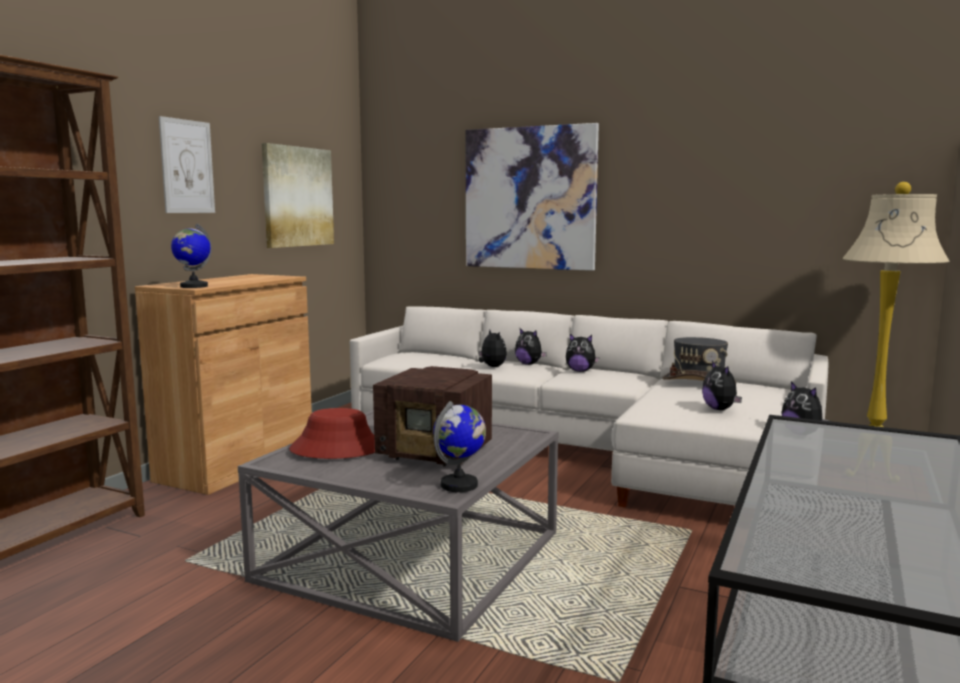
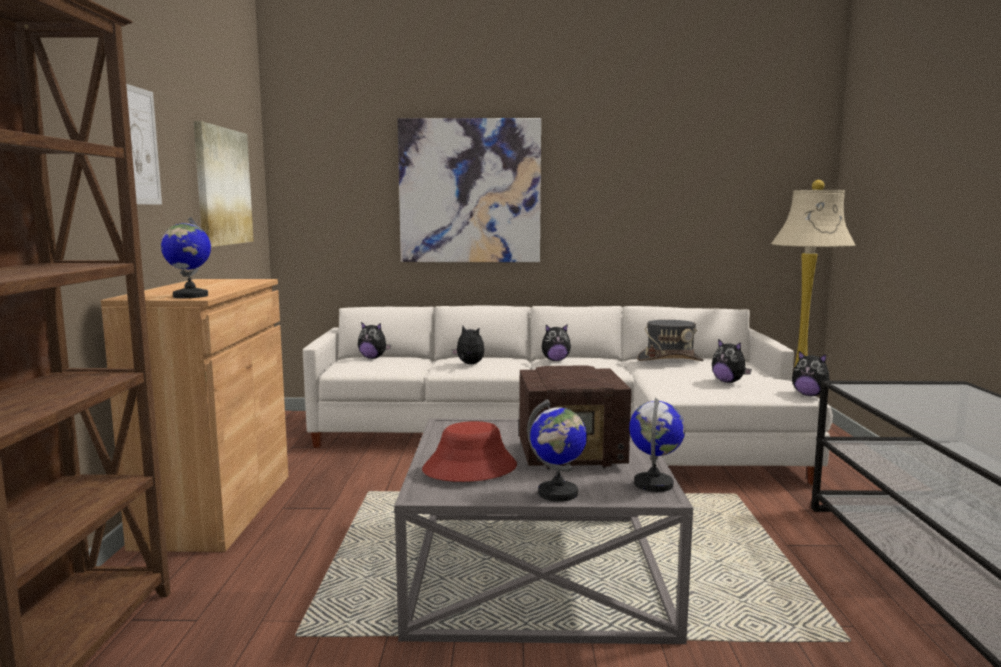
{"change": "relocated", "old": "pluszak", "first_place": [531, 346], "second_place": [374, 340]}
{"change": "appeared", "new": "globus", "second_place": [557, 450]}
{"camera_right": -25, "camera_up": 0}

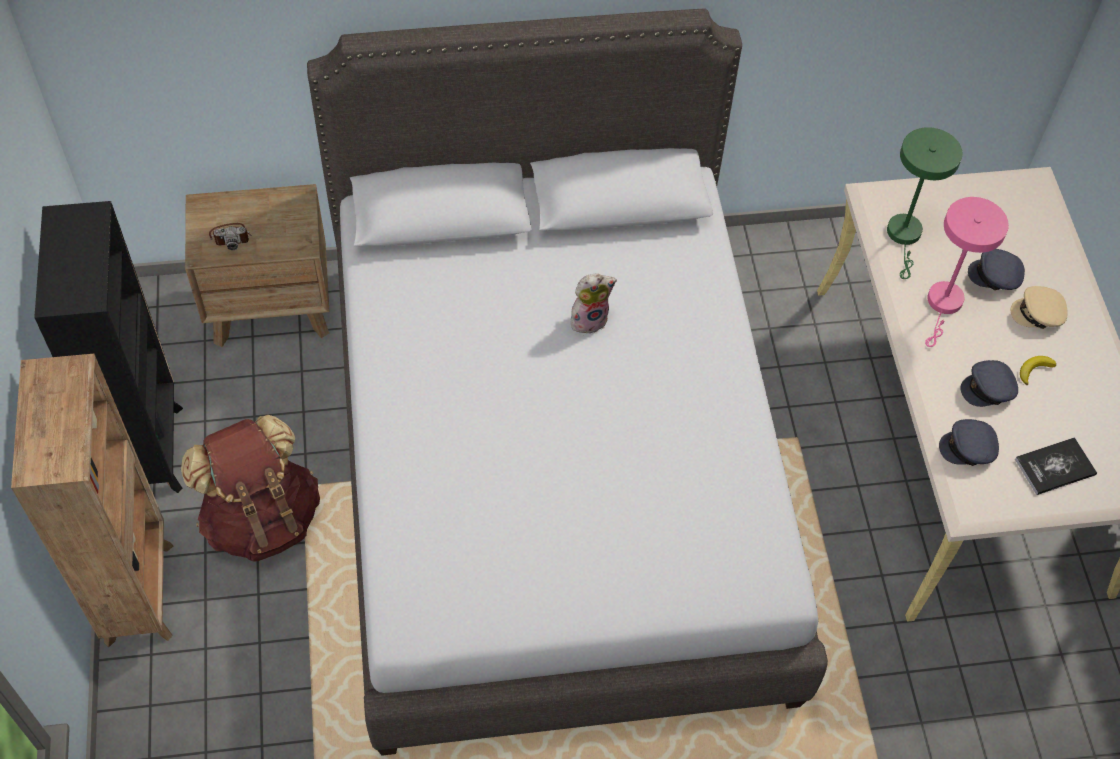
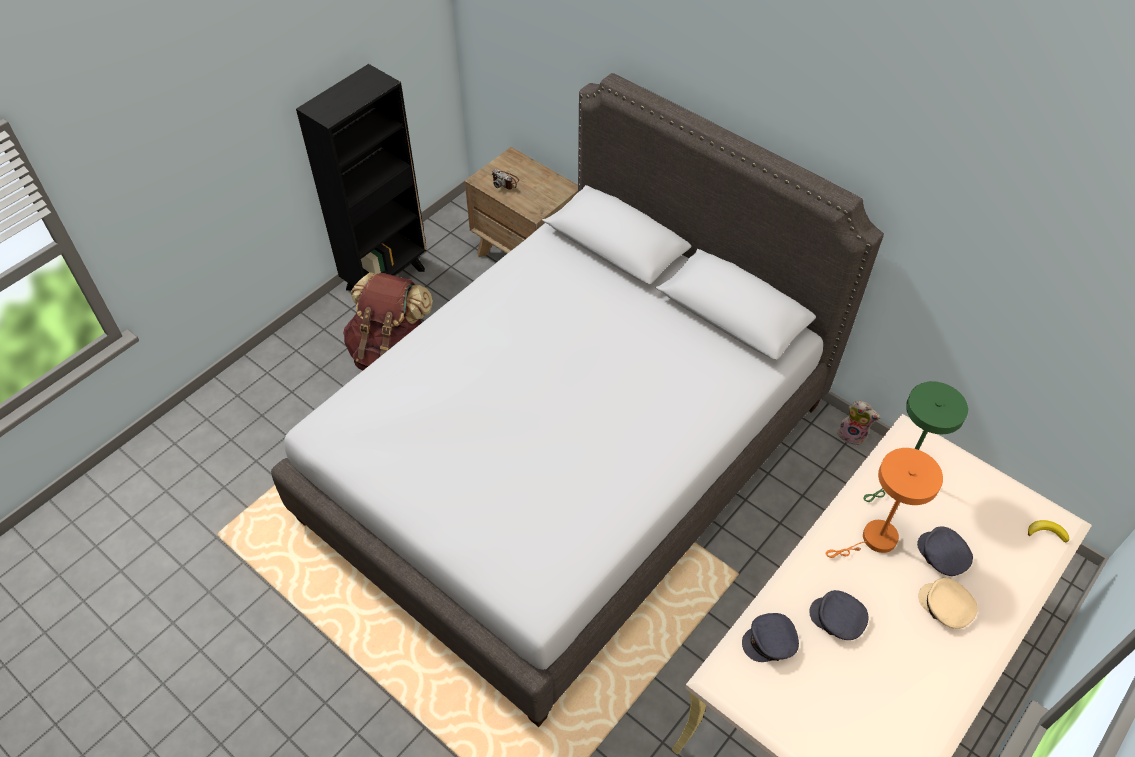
{"change": "missing", "old": "regał/brązowy", "first_place": [92, 500]}
{"change": "relocated", "old": "pluszak", "first_place": [594, 304], "second_place": [857, 423]}
{"change": "colour", "old": "lampa stołowa/różowy", "new": "lampa stołowa/pomarańczowy", "first_place": [967, 272], "second_place": [884, 503]}
{"change": "spun", "old": "czapka z daszkiem/szary", "first_place": [969, 442], "second_place": [770, 637], "degrees": -60}
{"change": "missing", "old": "książka", "first_place": [1056, 466]}
{"change": "relocated", "old": "banan", "first_place": [1038, 370], "second_place": [1048, 531]}
{"camera_right": 50, "camera_up": -5}

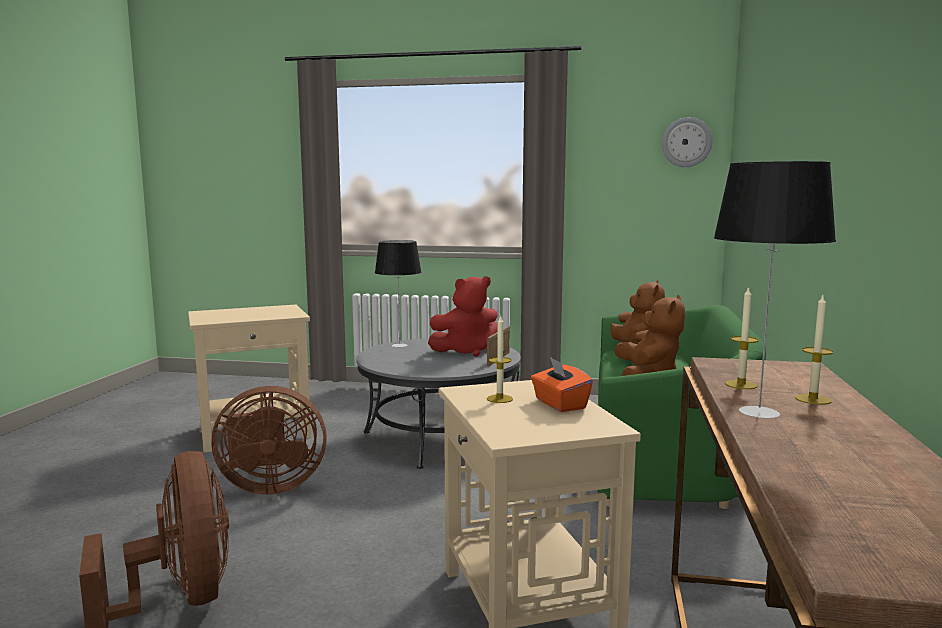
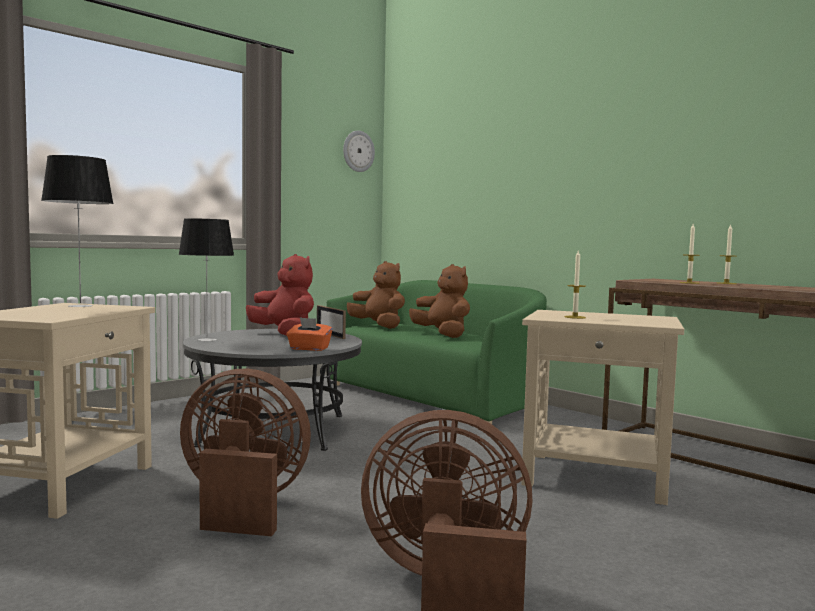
{"change": "spun", "old": "wentylator/brązowy", "first_place": [269, 440], "second_place": [245, 452], "degrees": -105}
{"change": "spun", "old": "pluszak/czerwony", "first_place": [463, 316], "second_place": [280, 295], "degrees": -60}
{"change": "relocated", "old": "pudełko chusteczek/pomarańczowy", "first_place": [562, 384], "second_place": [309, 334]}
{"change": "relocated", "old": "lampa stołowa", "first_place": [775, 290], "second_place": [77, 231]}
{"camera_right": -55, "camera_up": -5}

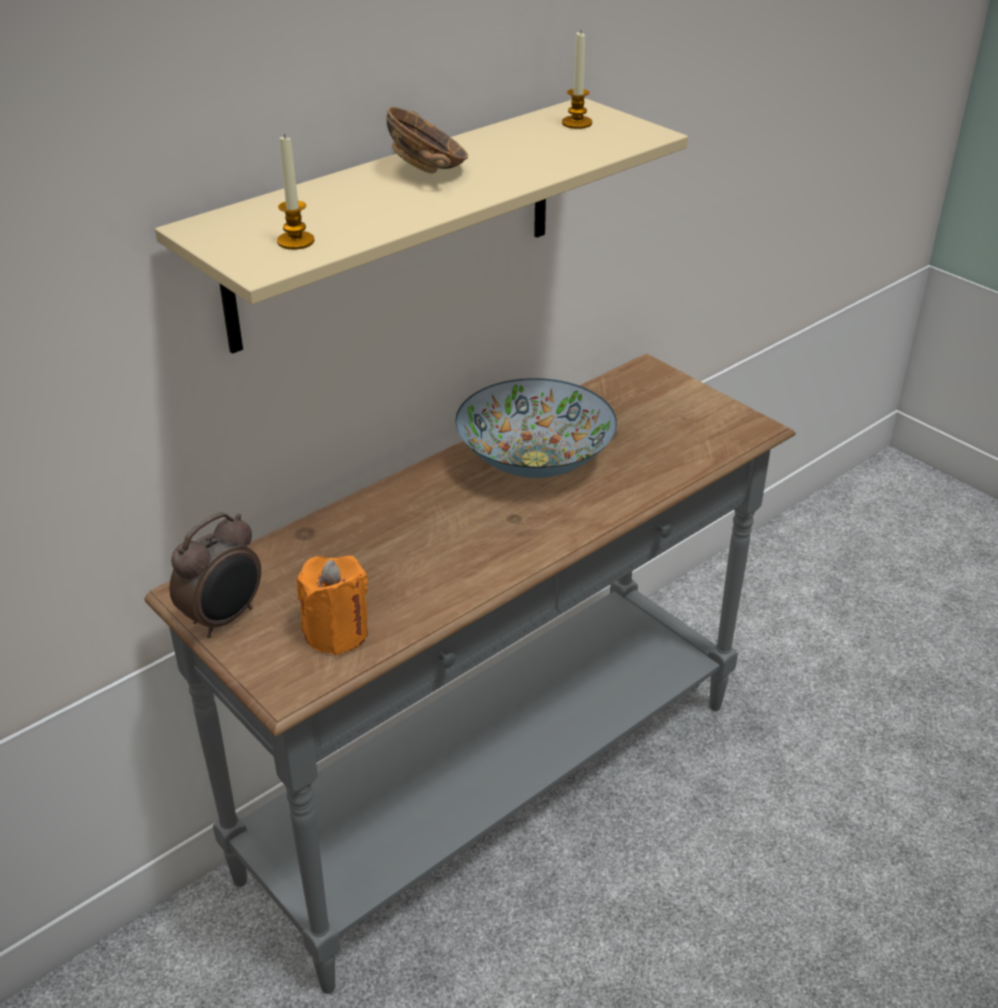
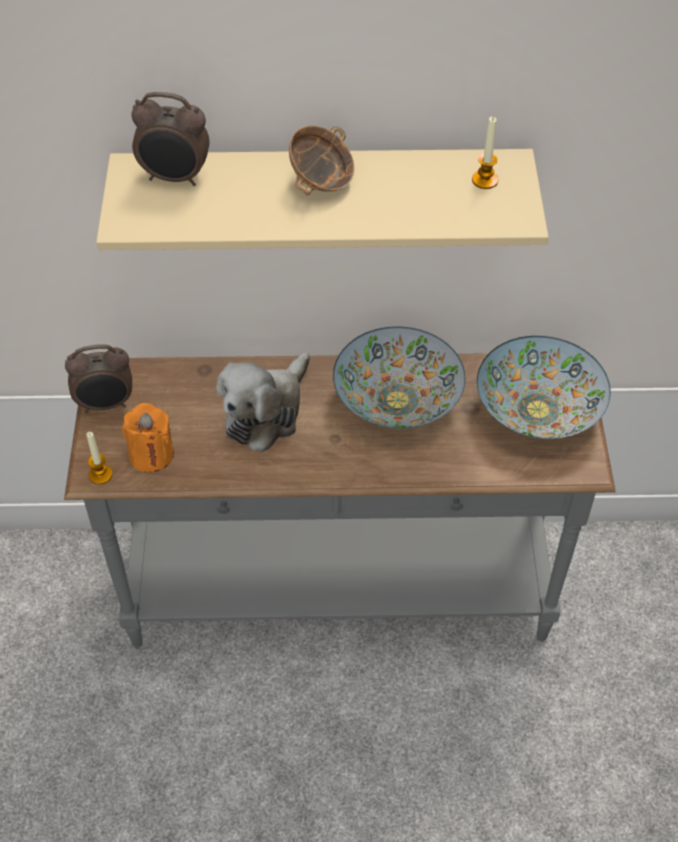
{"change": "relocated", "old": "świeca", "first_place": [295, 192], "second_place": [99, 458]}
{"change": "appeared", "new": "budzik", "second_place": [170, 139]}
{"change": "appeared", "new": "pluszak", "second_place": [263, 402]}
{"change": "appeared", "new": "miska", "second_place": [544, 387]}
{"camera_right": 40, "camera_up": 15}

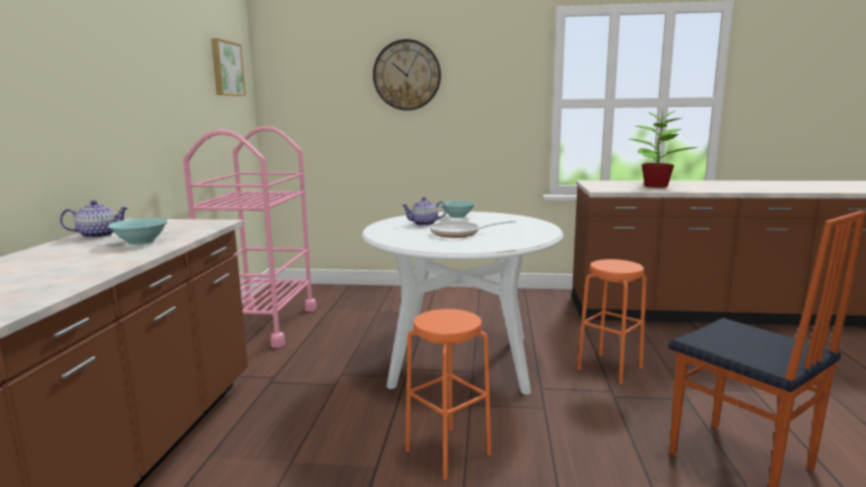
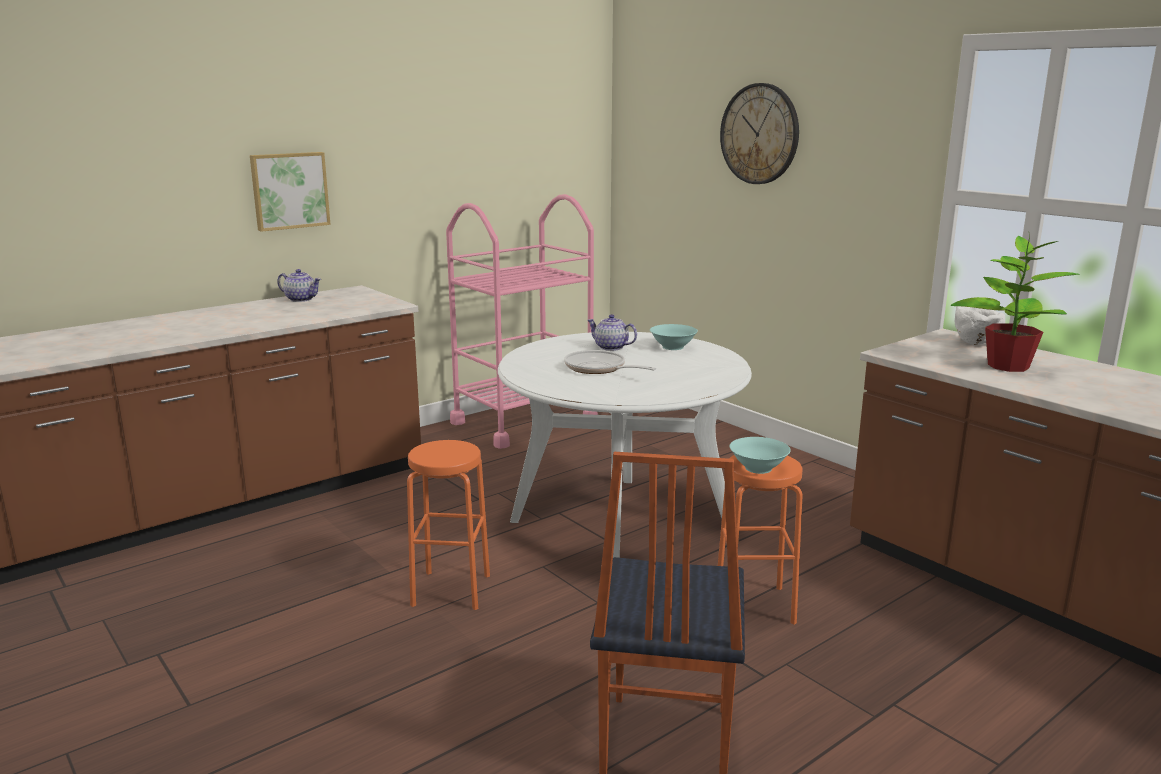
{"change": "relocated", "old": "miska/turkusowy", "first_place": [138, 231], "second_place": [760, 455]}
{"change": "relocated", "old": "obraz", "first_place": [228, 67], "second_place": [290, 192]}
{"change": "appeared", "new": "miska/biały", "second_place": [980, 325]}
{"camera_right": 45, "camera_up": 5}

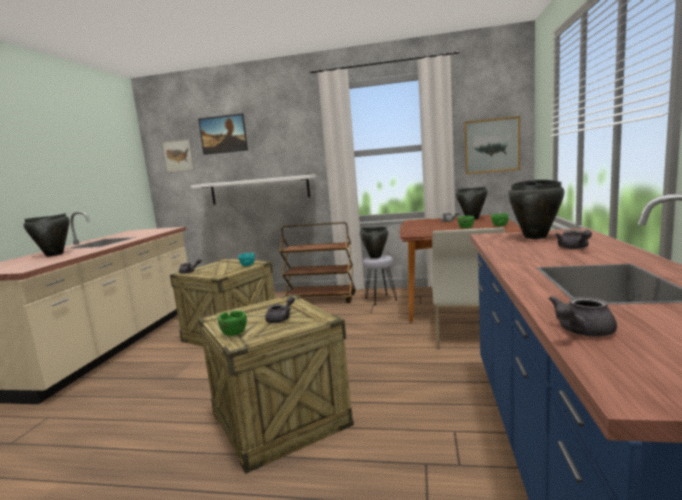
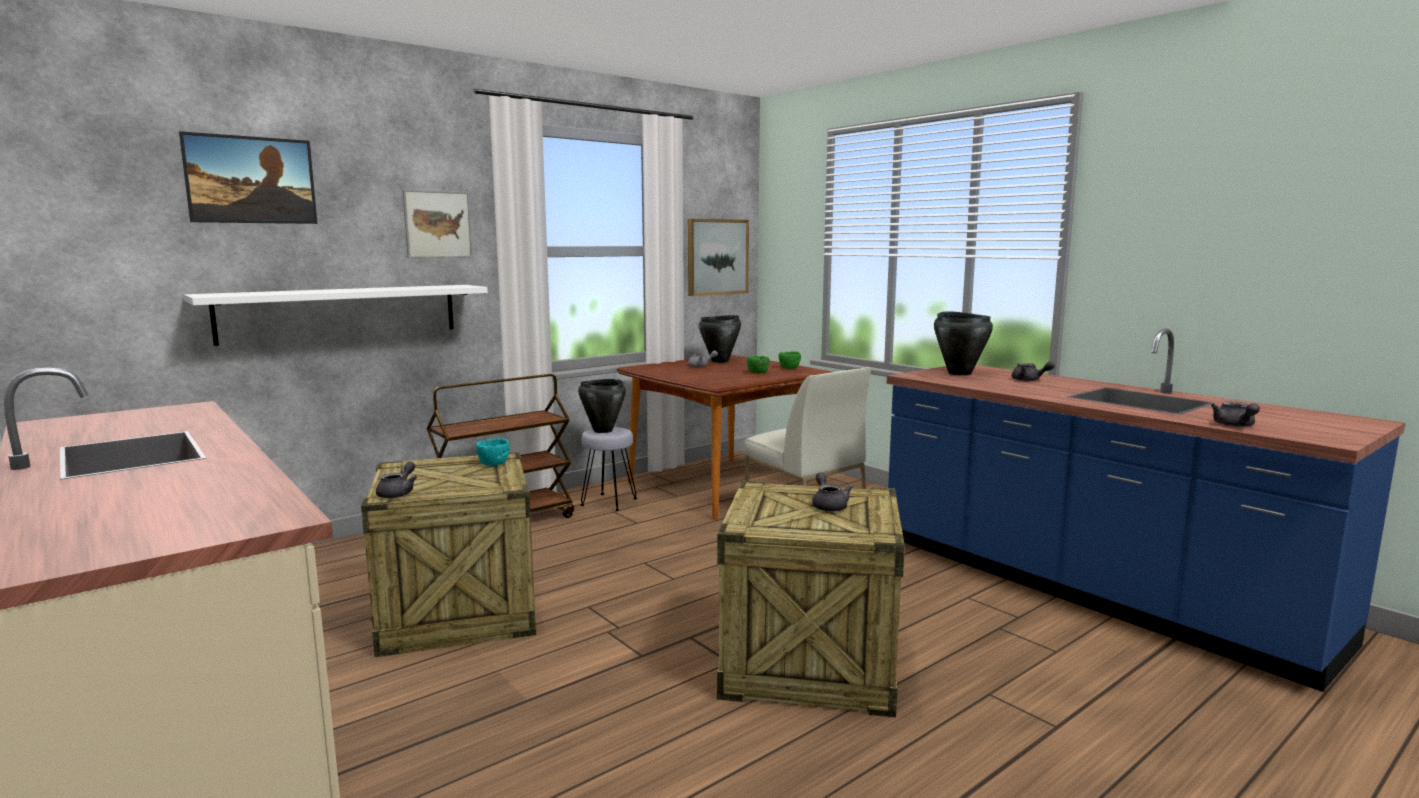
{"change": "missing", "old": "garnek/czarny", "first_place": [46, 234]}
{"change": "relocated", "old": "obraz", "first_place": [178, 156], "second_place": [438, 223]}
{"change": "missing", "old": "miska/zielony", "first_place": [232, 323]}
{"camera_right": -50, "camera_up": 0}

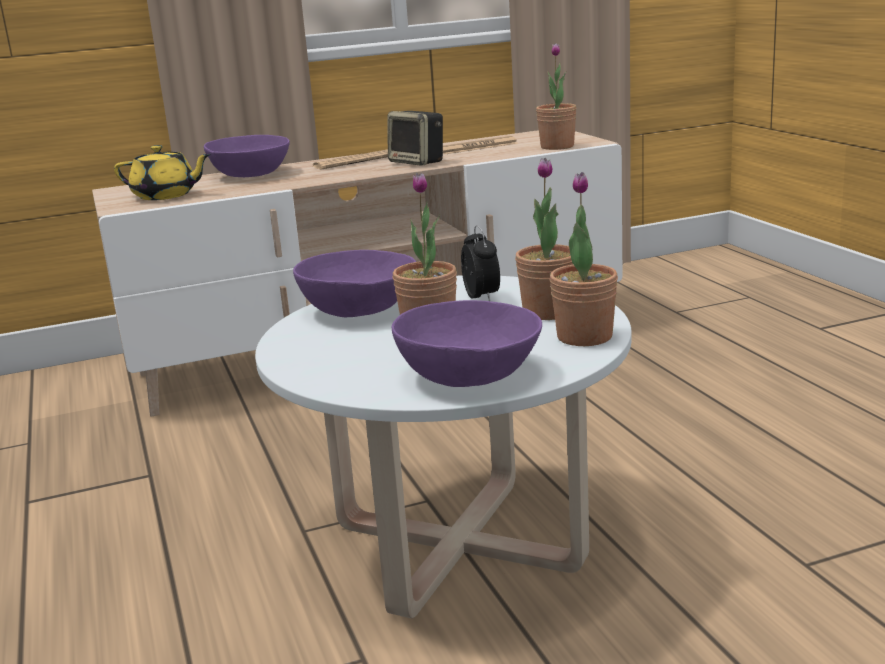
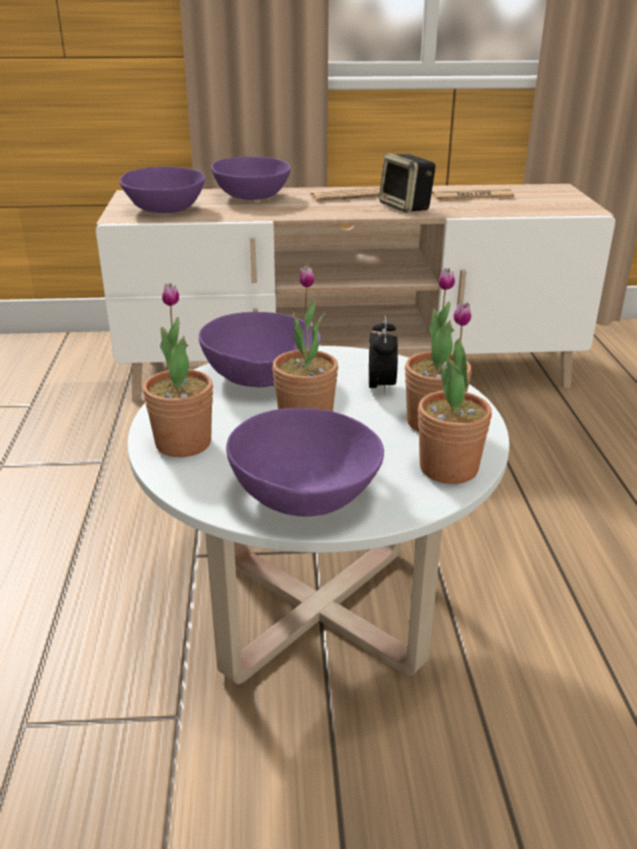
{"change": "exchanged", "old": "imbryk/żółty", "new": "miska/fioletowy", "first_place": [162, 172], "second_place": [162, 190]}
{"change": "relocated", "old": "roślina doniczkowa", "first_place": [556, 96], "second_place": [178, 370]}
{"camera_right": 15, "camera_up": 10}

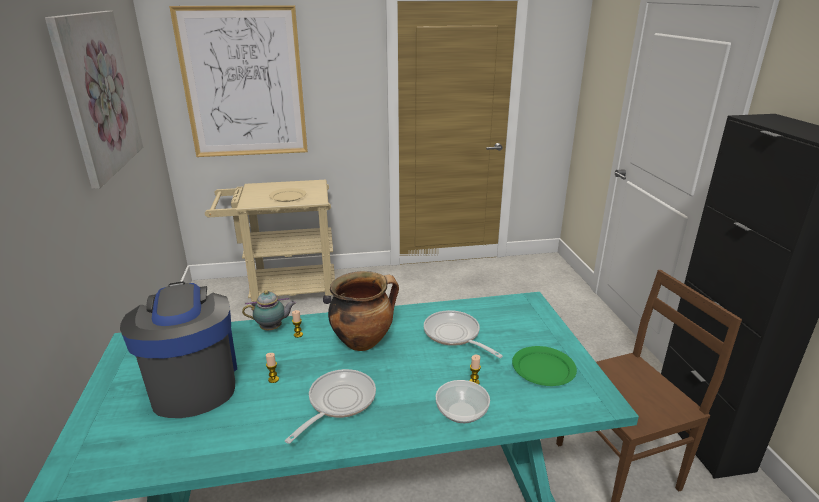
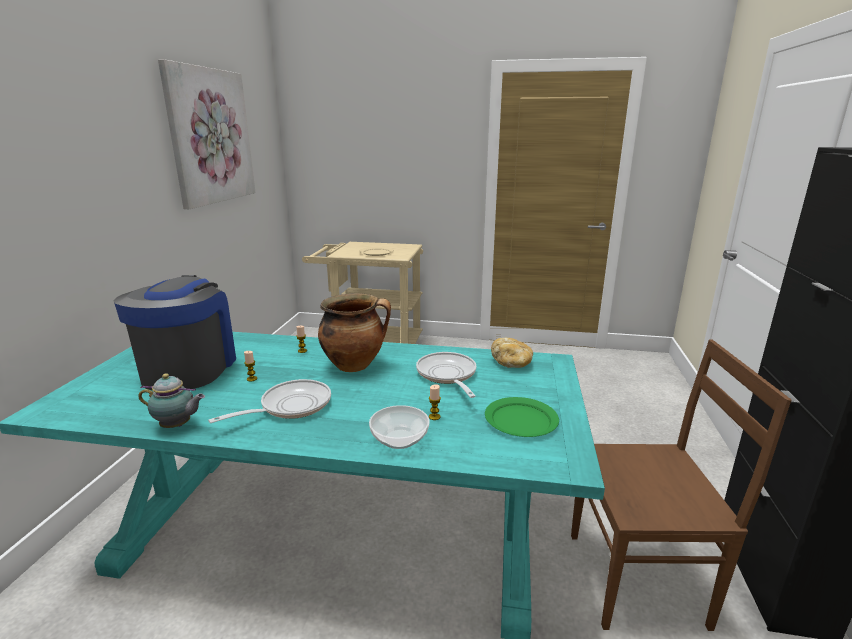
{"change": "missing", "old": "obraz", "first_place": [238, 81]}
{"change": "relocated", "old": "imbryk", "first_place": [269, 310], "second_place": [171, 400]}
{"change": "appeared", "new": "chleb", "second_place": [512, 353]}
{"camera_right": 20, "camera_up": -5}

